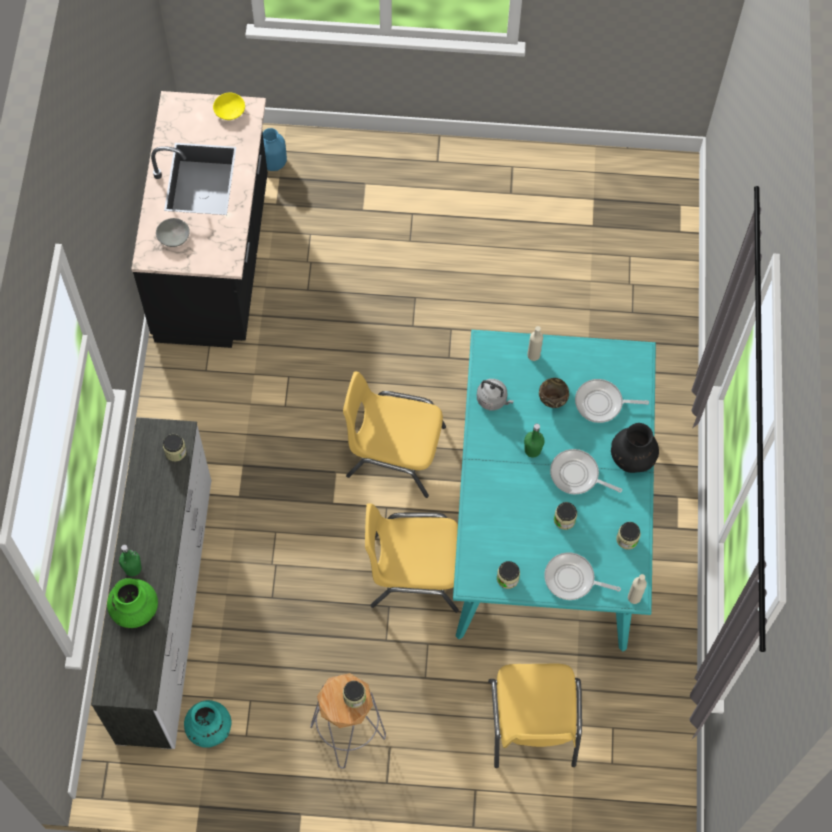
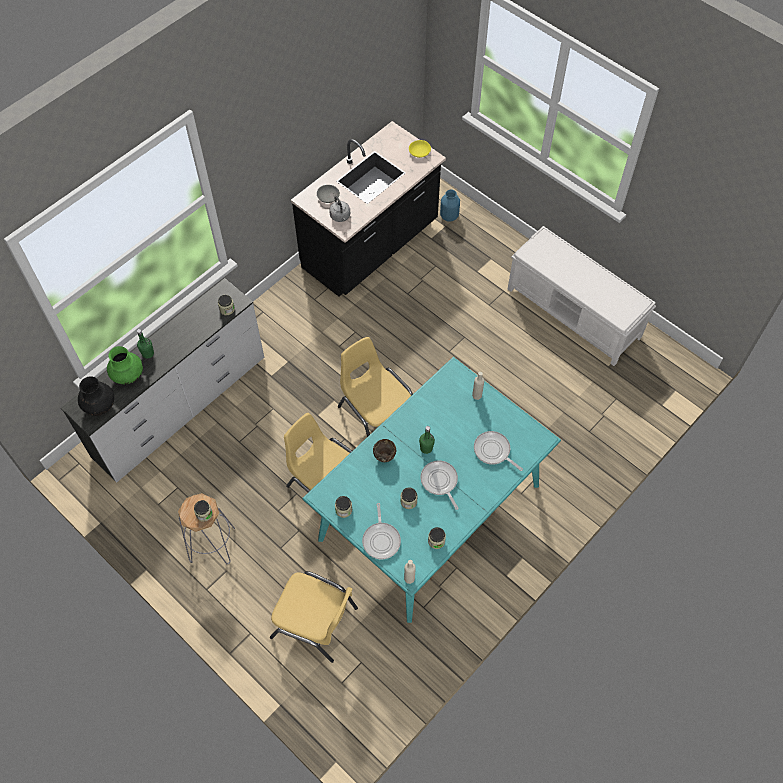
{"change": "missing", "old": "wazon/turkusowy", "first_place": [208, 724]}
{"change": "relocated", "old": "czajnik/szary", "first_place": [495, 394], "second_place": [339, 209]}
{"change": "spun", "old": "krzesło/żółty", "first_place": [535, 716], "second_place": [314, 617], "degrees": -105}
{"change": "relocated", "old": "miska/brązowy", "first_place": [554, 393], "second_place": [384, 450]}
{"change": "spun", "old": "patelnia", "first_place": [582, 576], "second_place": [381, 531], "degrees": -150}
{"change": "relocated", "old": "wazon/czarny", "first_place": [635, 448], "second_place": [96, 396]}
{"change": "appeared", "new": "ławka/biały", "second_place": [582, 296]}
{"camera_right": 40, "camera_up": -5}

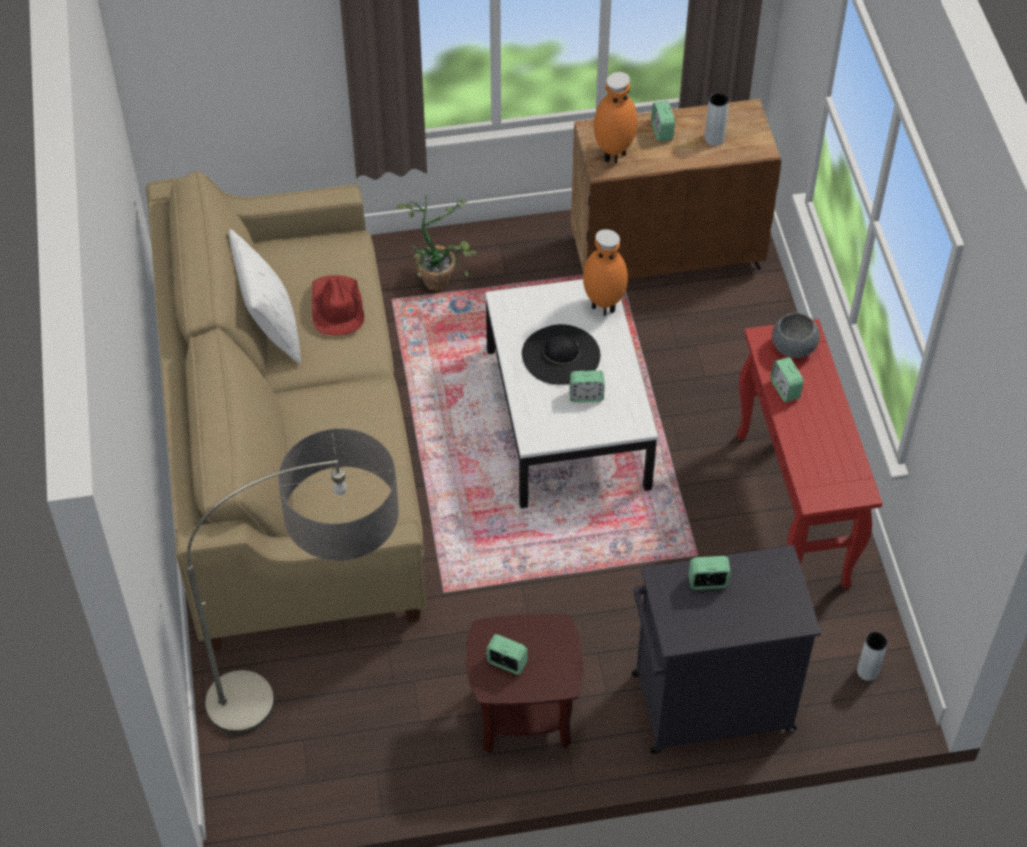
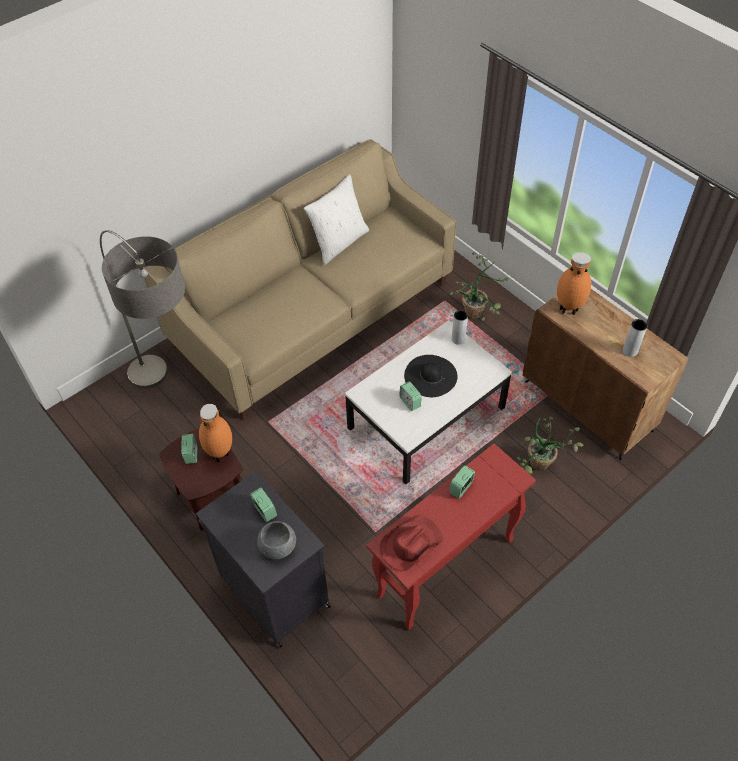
{"change": "relocated", "old": "kapelusz/czerwony", "first_place": [338, 305], "second_place": [411, 543]}
{"change": "relocated", "old": "wazon/pomarańczowy", "first_place": [605, 272], "second_place": [215, 433]}
{"change": "missing", "old": "budzik", "first_place": [663, 121]}
{"change": "relocated", "old": "miska/szary", "first_place": [796, 335], "second_place": [276, 540]}
{"change": "relocated", "old": "wazon/szary", "first_place": [872, 656], "second_place": [460, 327]}
{"change": "appeared", "new": "roślina doniczkowa", "second_place": [550, 445]}
{"camera_right": 60, "camera_up": 0}

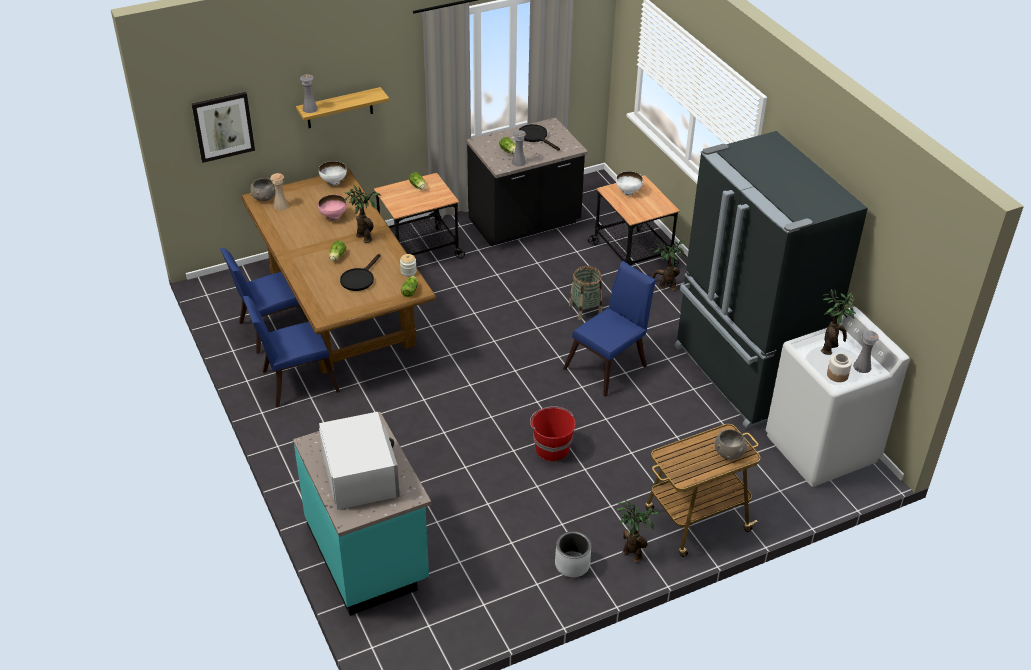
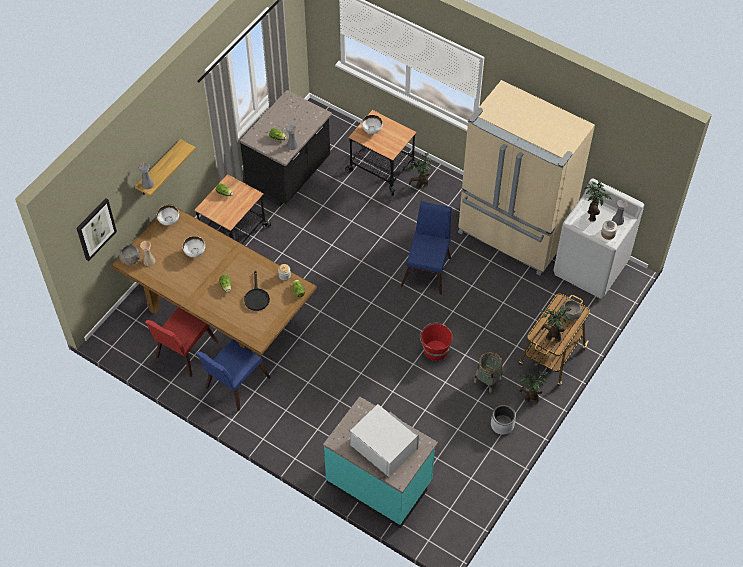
{"change": "colour", "old": "krzesło/niebieski", "new": "krzesło/czerwony", "first_place": [264, 301], "second_place": [182, 342]}
{"change": "colour", "old": "miska/różowy", "new": "miska/biały", "first_place": [332, 208], "second_place": [194, 246]}
{"change": "relocated", "old": "roślina doniczkowa", "first_place": [362, 214], "second_place": [555, 324]}
{"change": "missing", "old": "patelnia/czarny", "first_place": [539, 137]}
{"change": "relocated", "old": "koszyk", "first_place": [585, 293], "second_place": [488, 372]}
{"change": "colour", "old": "lodówka/czarny", "new": "lodówka/beżowy", "first_place": [771, 280], "second_place": [526, 178]}
{"camera_right": -30, "camera_up": 15}

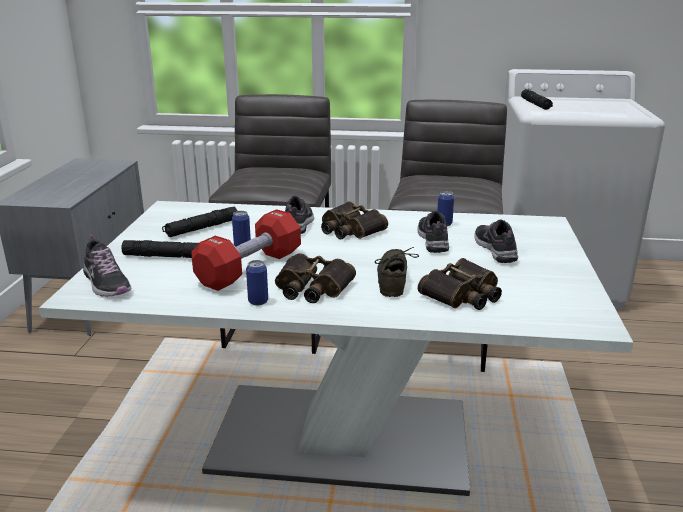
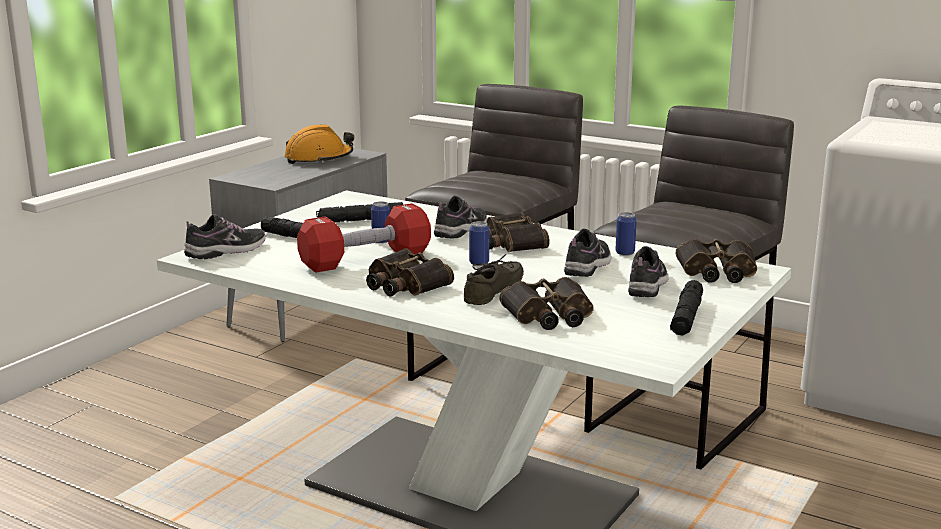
{"change": "spun", "old": "but", "first_place": [107, 266], "second_place": [224, 236], "degrees": -120}
{"change": "relocated", "old": "puszka", "first_place": [257, 283], "second_place": [479, 243]}
{"change": "relocated", "old": "latarka/czarny", "first_place": [537, 99], "second_place": [686, 308]}
{"change": "appeared", "new": "kask/pomarańczowy", "second_place": [319, 144]}
{"change": "appeared", "new": "lornetka", "second_place": [716, 261]}
{"camera_right": 25, "camera_up": -5}

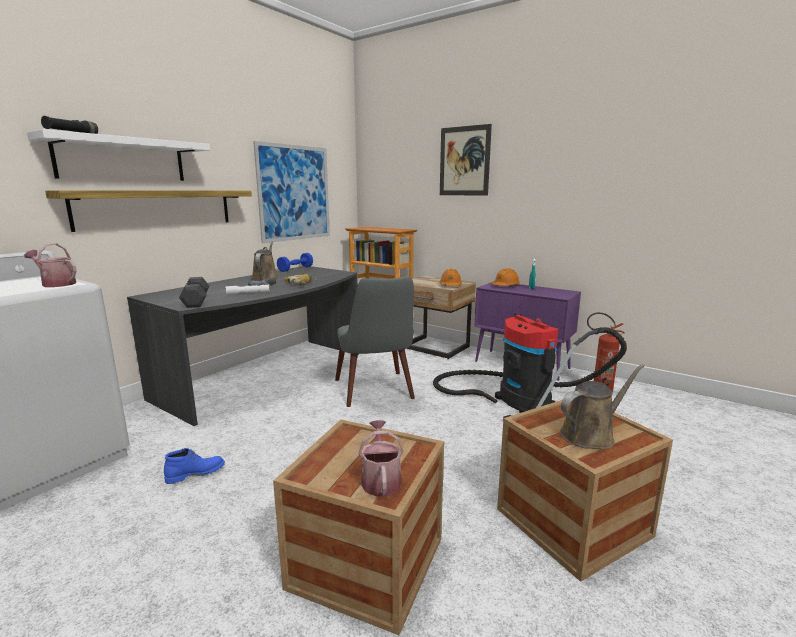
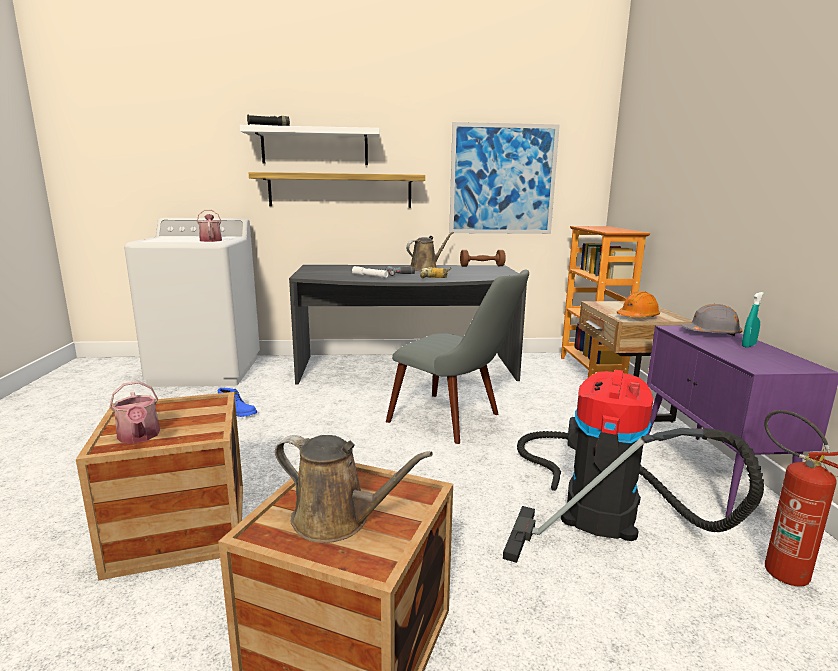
{"change": "missing", "old": "hantel/szary", "first_place": [194, 292]}
{"change": "colour", "old": "hantel/niebieski", "new": "hantel/brązowy", "first_place": [295, 262], "second_place": [483, 258]}
{"change": "spun", "old": "krzesło/szary", "first_place": [375, 341], "second_place": [457, 357], "degrees": -90}
{"change": "spun", "old": "konewka", "first_place": [381, 458], "second_place": [135, 412], "degrees": 105}
{"change": "missing", "old": "obraz", "first_place": [466, 160]}
{"change": "colour", "old": "kask/pomarańczowy", "new": "kask/szary", "first_place": [505, 277], "second_place": [712, 320]}
{"camera_right": 50, "camera_up": 0}

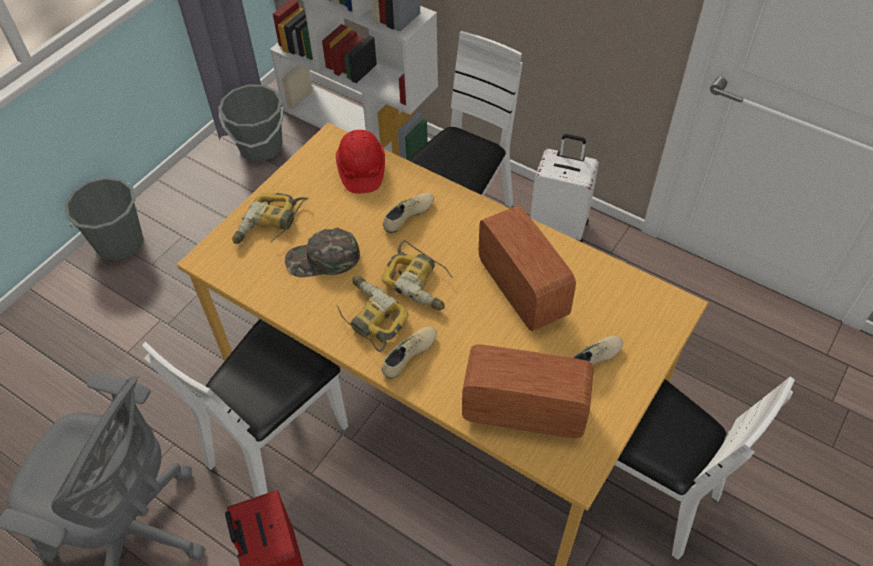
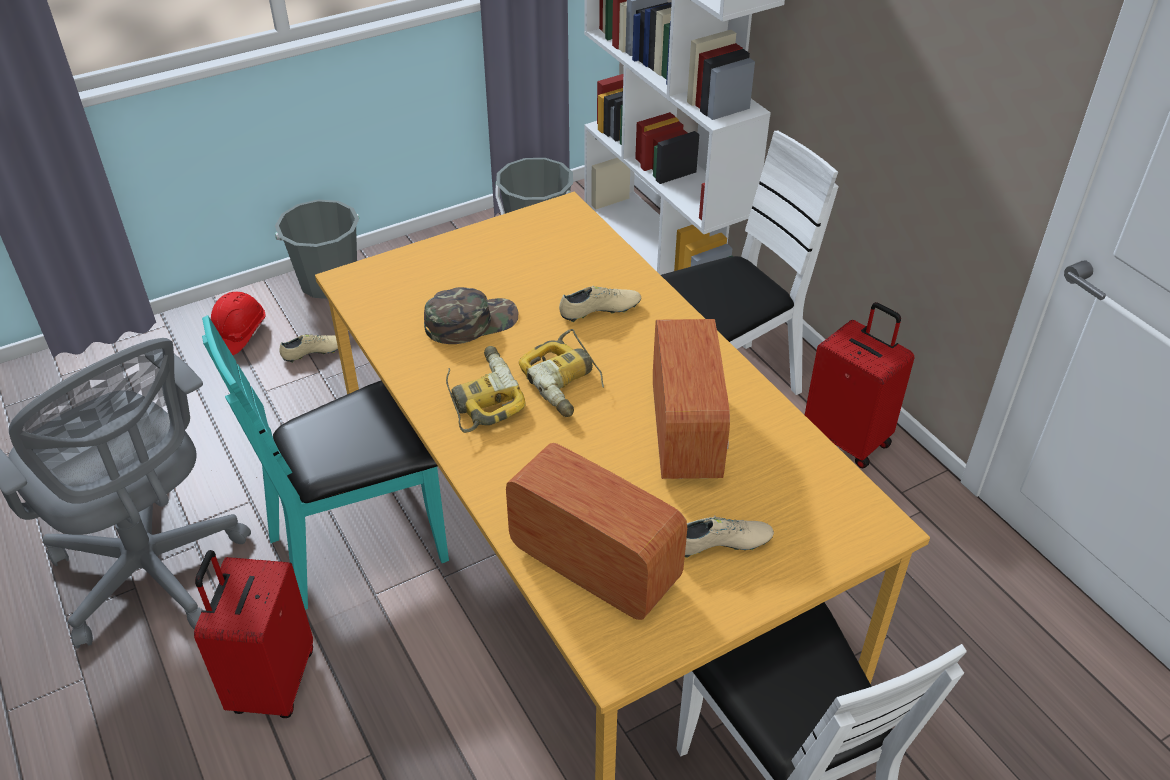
{"change": "colour", "old": "krzesło/biały", "new": "krzesło/turkusowy", "first_place": [245, 408], "second_place": [325, 462]}
{"change": "missing", "old": "wiertarka", "first_place": [270, 218]}
{"change": "spun", "old": "czapka z daszkiem/zielony", "first_place": [322, 252], "second_place": [471, 315], "degrees": 135}
{"change": "relocated", "old": "kask/czerwony", "first_place": [360, 161], "second_place": [238, 323]}
{"change": "relocated", "old": "but/beżowy", "first_place": [409, 352], "second_place": [308, 348]}
{"change": "colour", "old": "walizka/biały", "new": "walizka/czerwony", "first_place": [564, 188], "second_place": [860, 385]}
{"camera_right": 25, "camera_up": -10}

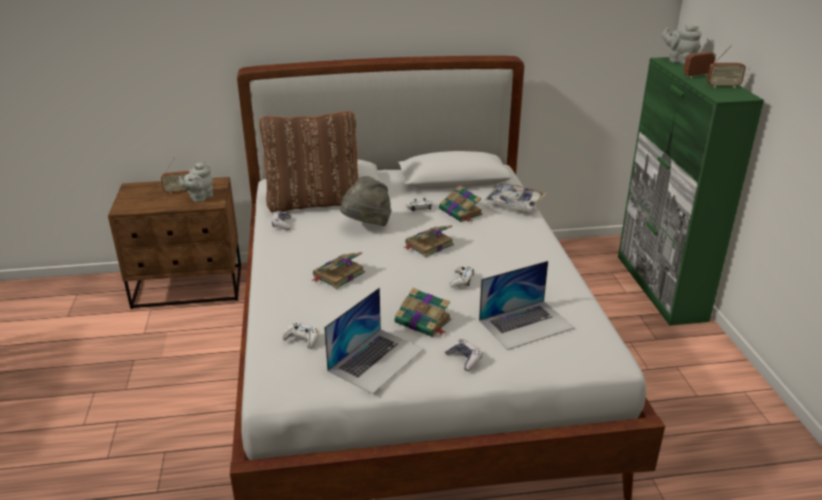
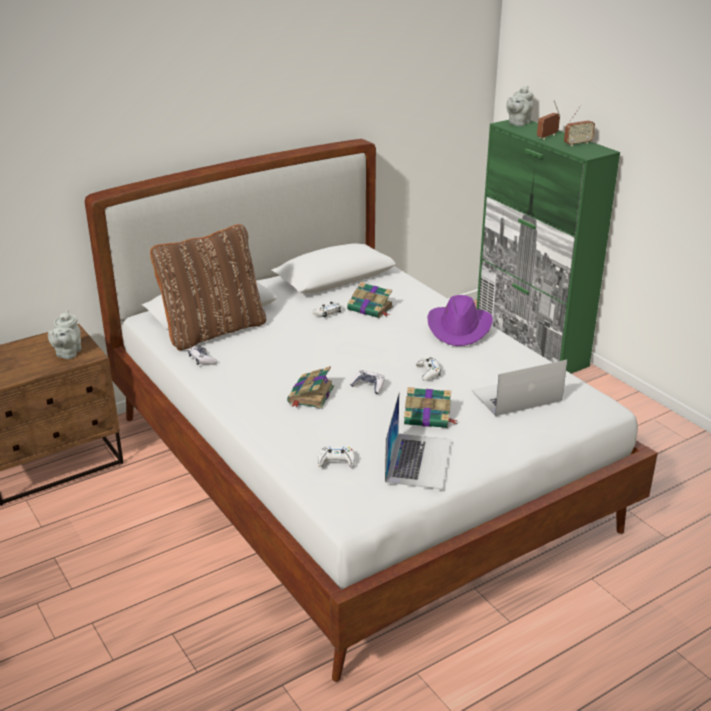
{"change": "missing", "old": "radio", "first_place": [175, 175]}
{"change": "missing", "old": "kapelusz/szary", "first_place": [366, 201]}
{"change": "missing", "old": "książka", "first_place": [429, 241]}
{"change": "relocated", "old": "pad do gier", "first_place": [464, 355], "second_place": [367, 382]}
{"change": "spun", "old": "laptop", "first_place": [526, 305], "second_place": [519, 388], "degrees": -150}
{"change": "missing", "old": "taca", "first_place": [515, 197]}
{"change": "spun", "old": "imbryk/szary", "first_place": [682, 44], "second_place": [520, 106], "degrees": -60}
{"change": "appeared", "new": "kapelusz/fioletowy", "second_place": [460, 320]}
{"camera_right": -25, "camera_up": 0}

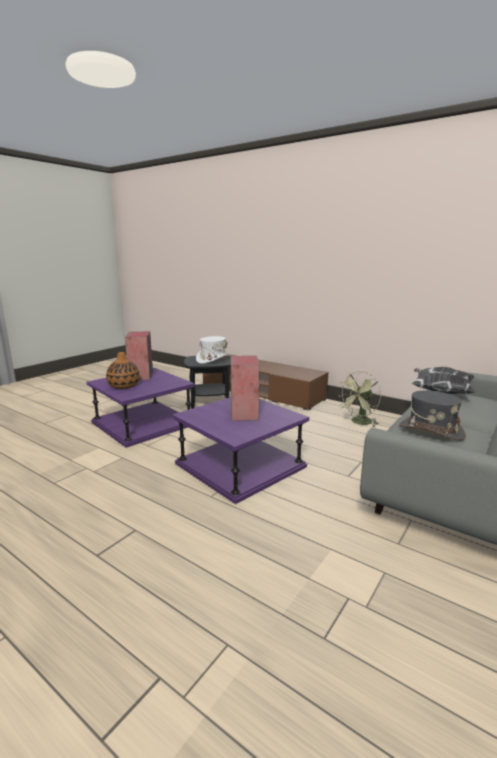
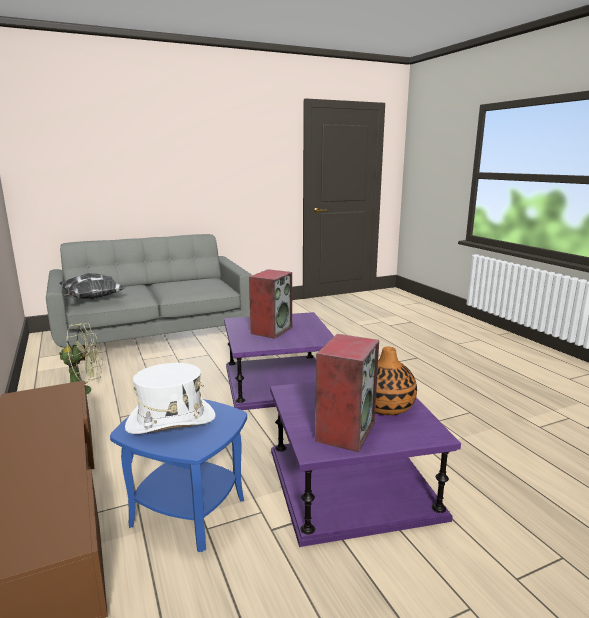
{"change": "colour", "old": "stolik/czarny", "new": "stolik/niebieski", "first_place": [207, 382], "second_place": [178, 475]}
{"change": "missing", "old": "kapelusz/szary", "first_place": [432, 416]}
{"camera_right": -150, "camera_up": 0}

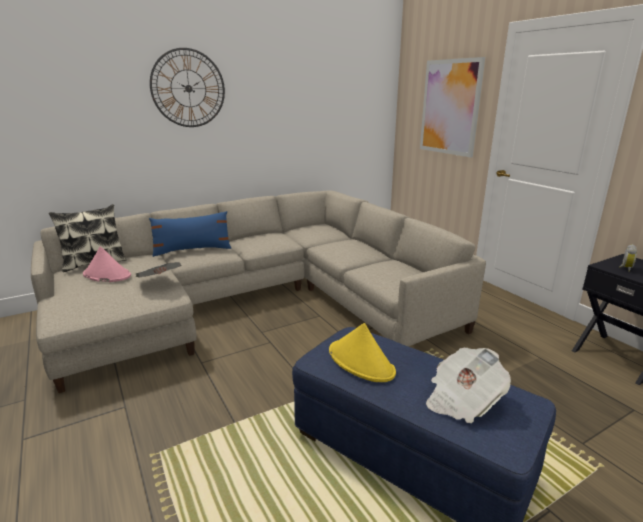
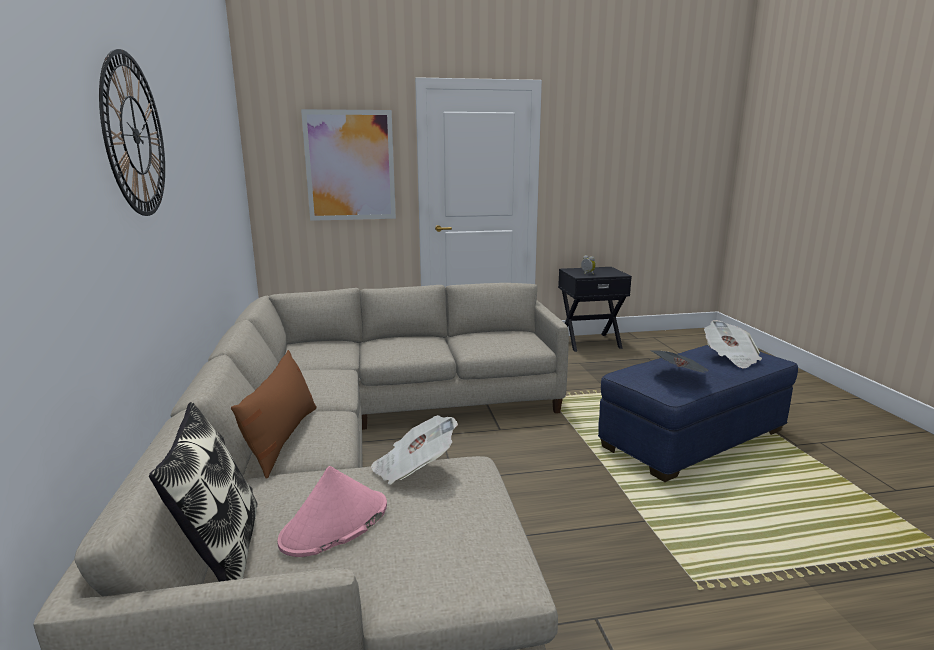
{"change": "colour", "old": "poduszka/niebieski", "new": "poduszka/brązowy", "first_place": [190, 234], "second_place": [274, 414]}
{"change": "exchanged", "old": "kapelusz/żółty", "new": "gazeta", "first_place": [362, 352], "second_place": [679, 361]}
{"camera_right": -70, "camera_up": -5}

